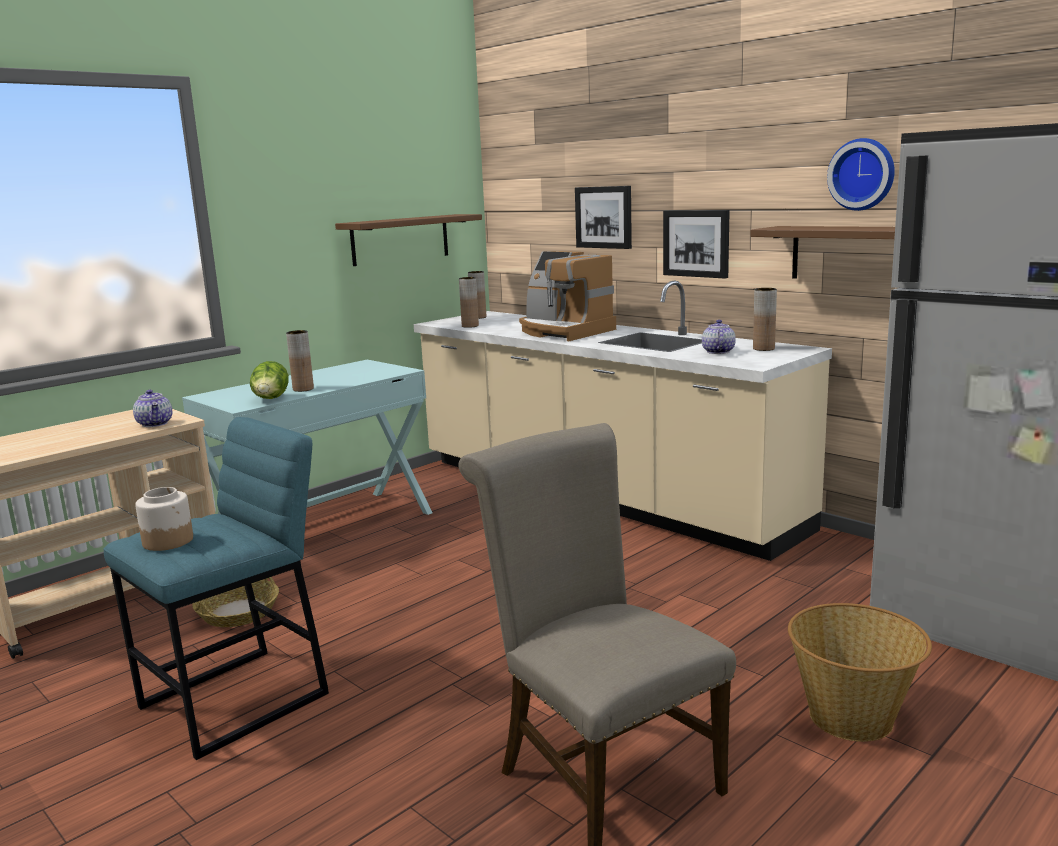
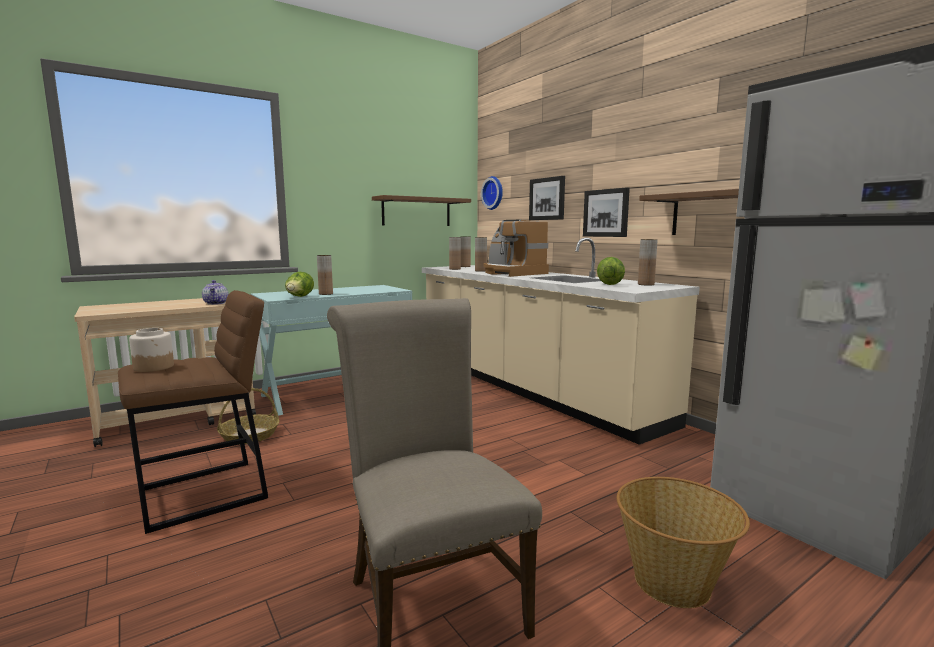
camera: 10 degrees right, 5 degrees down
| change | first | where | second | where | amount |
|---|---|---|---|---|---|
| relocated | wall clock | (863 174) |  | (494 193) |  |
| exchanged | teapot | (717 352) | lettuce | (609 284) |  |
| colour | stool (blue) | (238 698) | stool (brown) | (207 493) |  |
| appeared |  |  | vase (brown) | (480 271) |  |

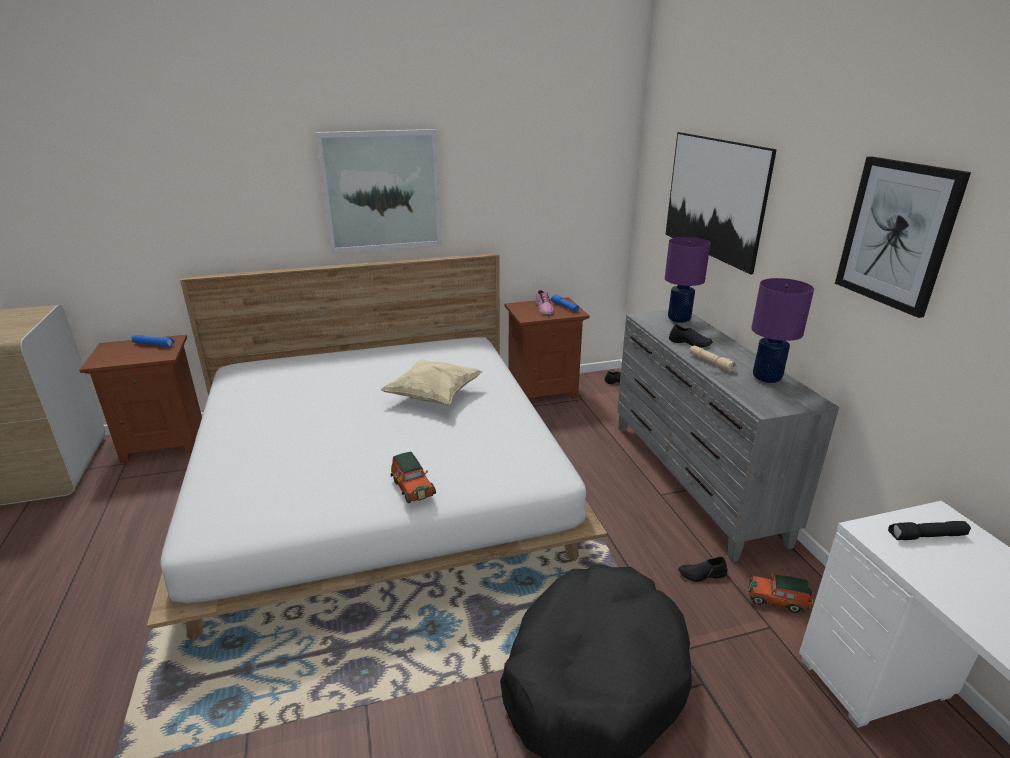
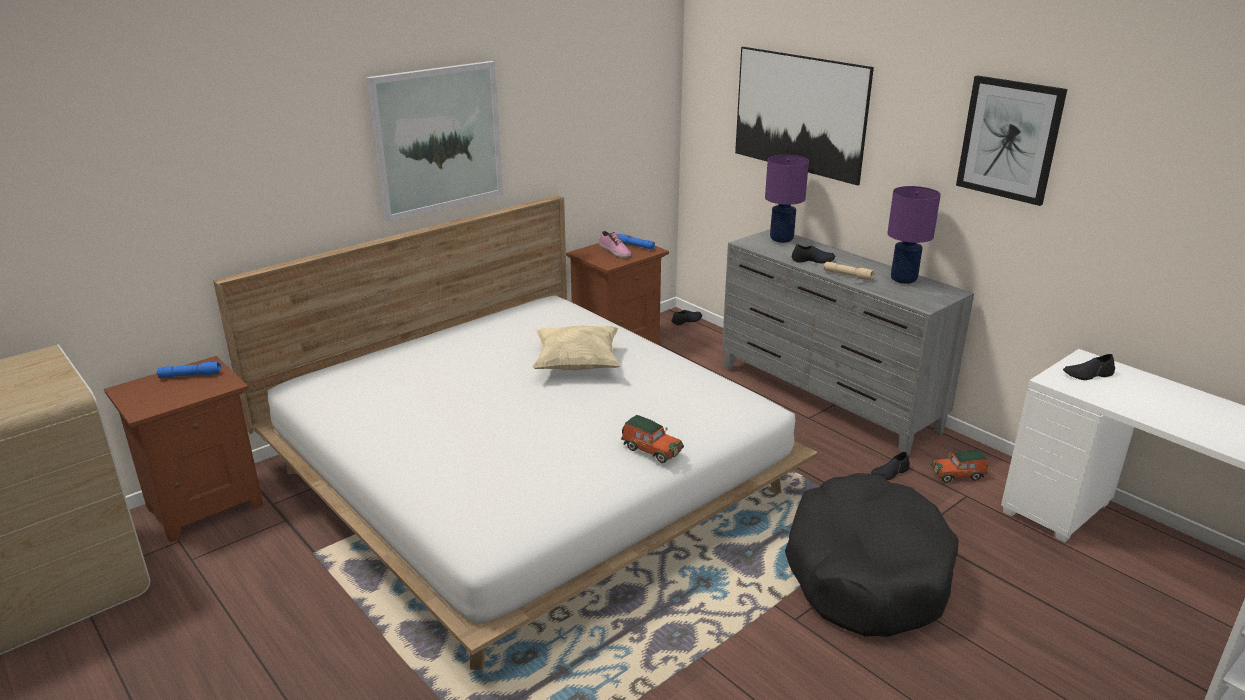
camera: 25 degrees left, 0 degrees up
| change | first | where | second | where | amount |
|---|---|---|---|---|---|
| exchanged | flashlight (black) | (927 537) | shoe (black) | (1088 375) |  |

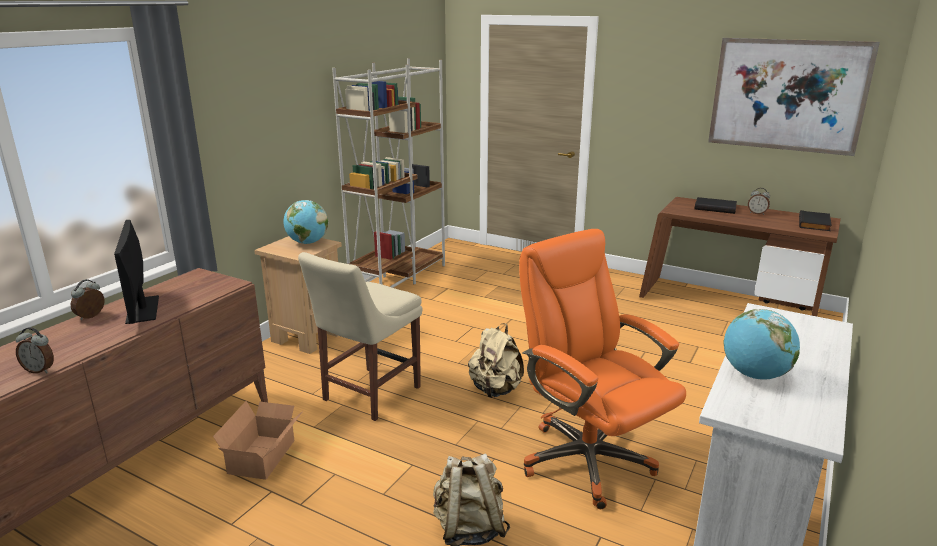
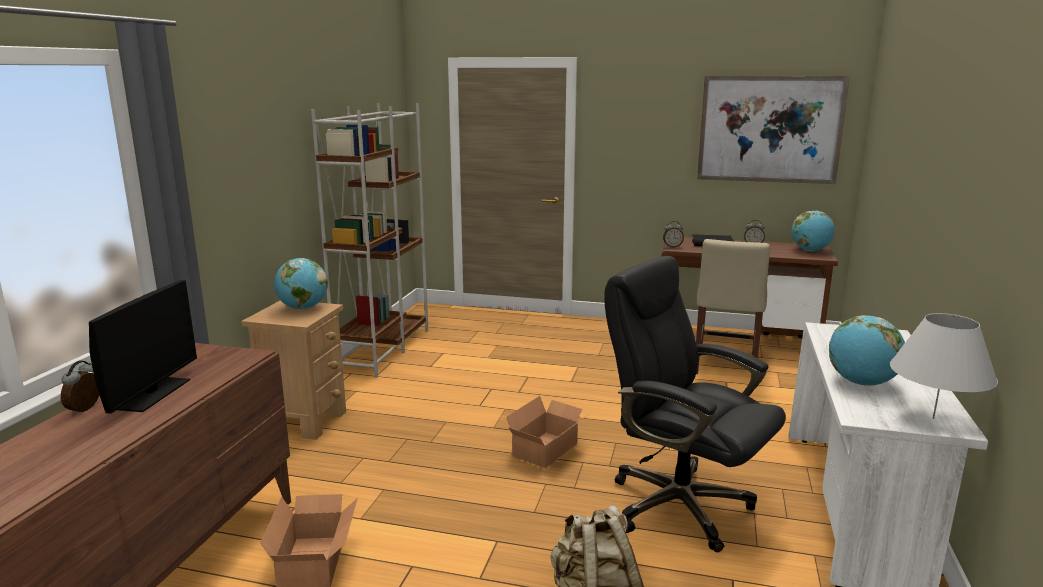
camera: 15 degrees left, 5 degrees down
| change | first | where | second | where | amount |
|---|---|---|---|---|---|
| exchanged | book (black) | (815 224) | globe | (810 250) |  |
| spun | monitor | (142 309) |  | (152 394) | 135 degrees counterclockwise |
| colour | office chair (orange) | (590 463) | office chair (black) | (683 508) |  |
| relocated | chair (beige) | (368 395) |  | (724 367) |  |
| exchanged | backpack (beige) | (495 390) | cardboard box | (548 449) |  |
| relocated | alarm clock | (40 370) |  | (672 247) |  |
| appeared |  |  | table lamp (white) | (933 418) |  |

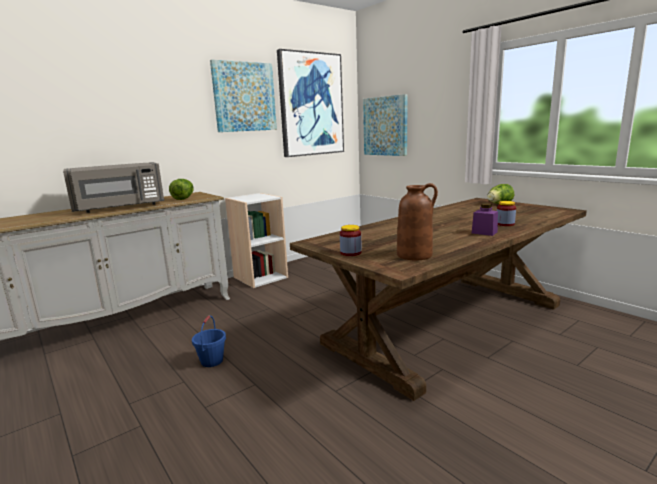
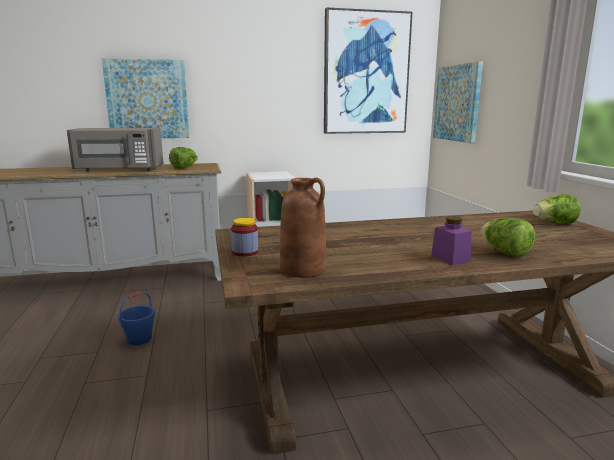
camera: 25 degrees right, 0 degrees up
| change | first | where | second | where | amount |
|---|---|---|---|---|---|
| relocated | picture | (244 97) |  | (147 99) |  |
| exchanged | jar | (505 224) | lettuce | (504 252) |  |

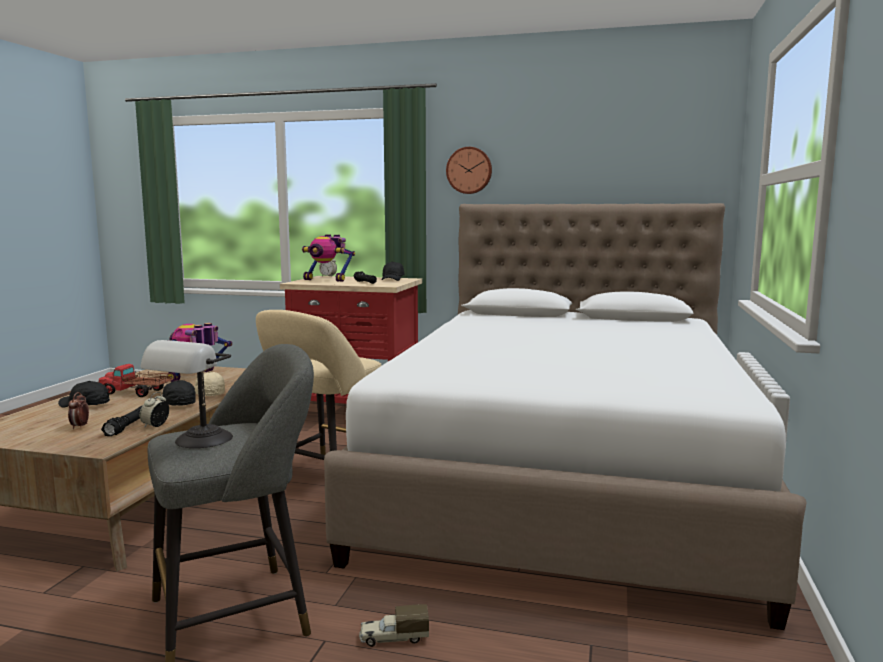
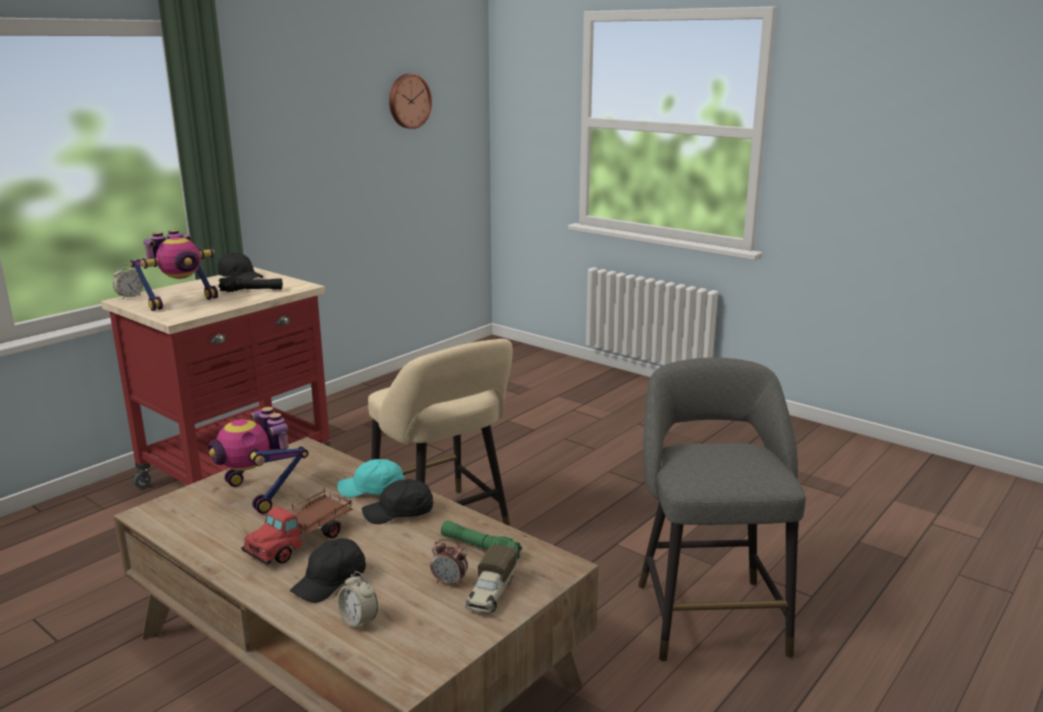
camera: 65 degrees left, 10 degrees up
| change | first | where | second | where | amount |
|---|---|---|---|---|---|
| relocated | wall clock | (469 170) |  | (408 101) |  |
| missing | bed (white) | (566 476) |  |  |  |
| missing | table lamp | (197 443) |  |  |  |
| colour | cap (beige) | (209 393) | cap (turquoise) | (372 490) |  |
| relocated | alarm clock | (155 426) |  | (358 621) |  |
| colour | flashlight (black) | (128 426) | flashlight (green) | (479 548) |  |
| relocated | toy truck | (393 638) |  | (490 594) |  |

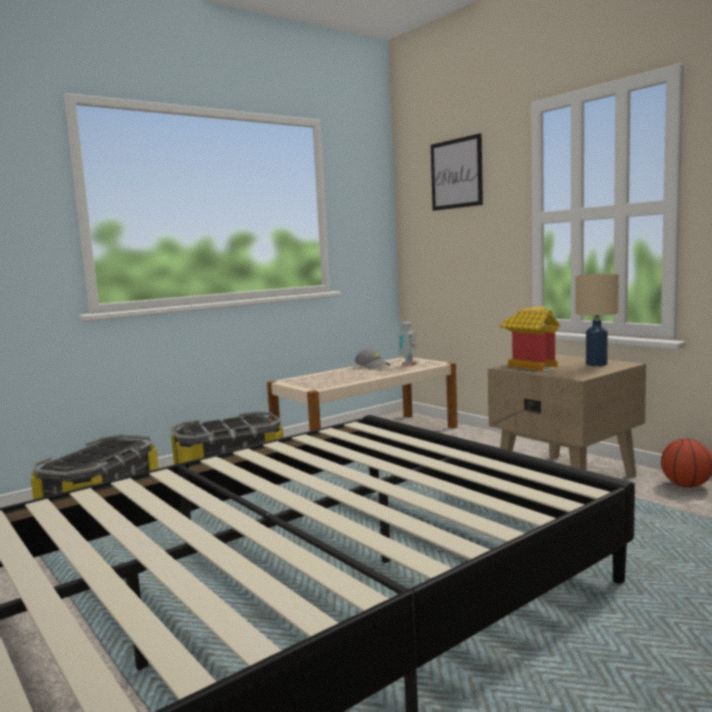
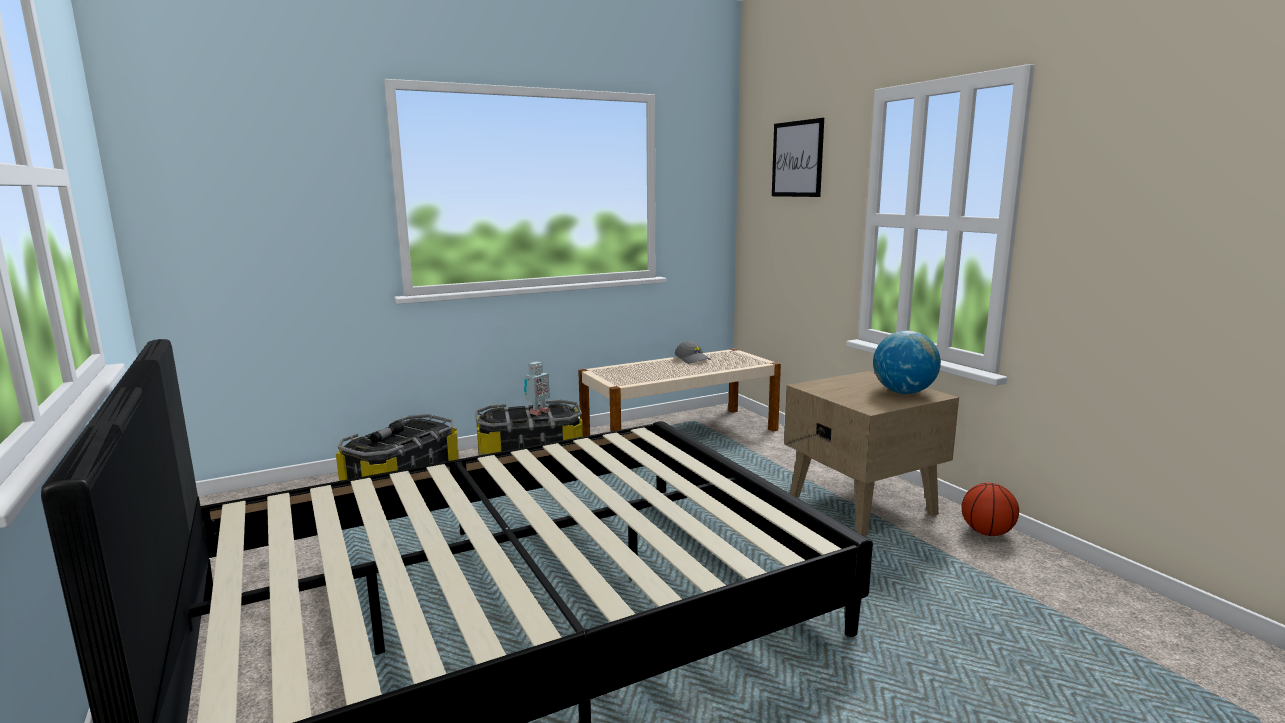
camera: 10 degrees right, 5 degrees up
| change | first | where | second | where | amount |
|---|---|---|---|---|---|
| exchanged | table lamp (beige) | (596 364) | globe | (903 392) |  |
| missing | toy house | (531 365) |  |  |  |
| relocated | toy robot | (407 365) |  | (537 412) |  |
| appeared |  |  | flashlight | (387 438) |  |

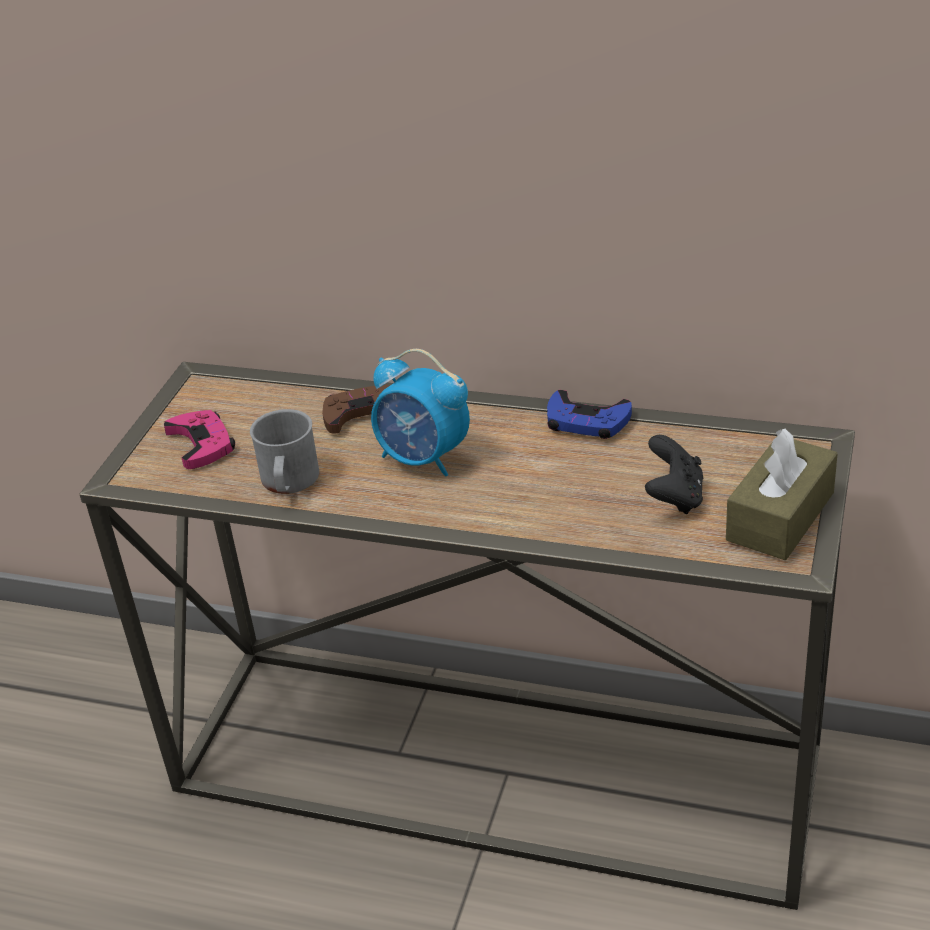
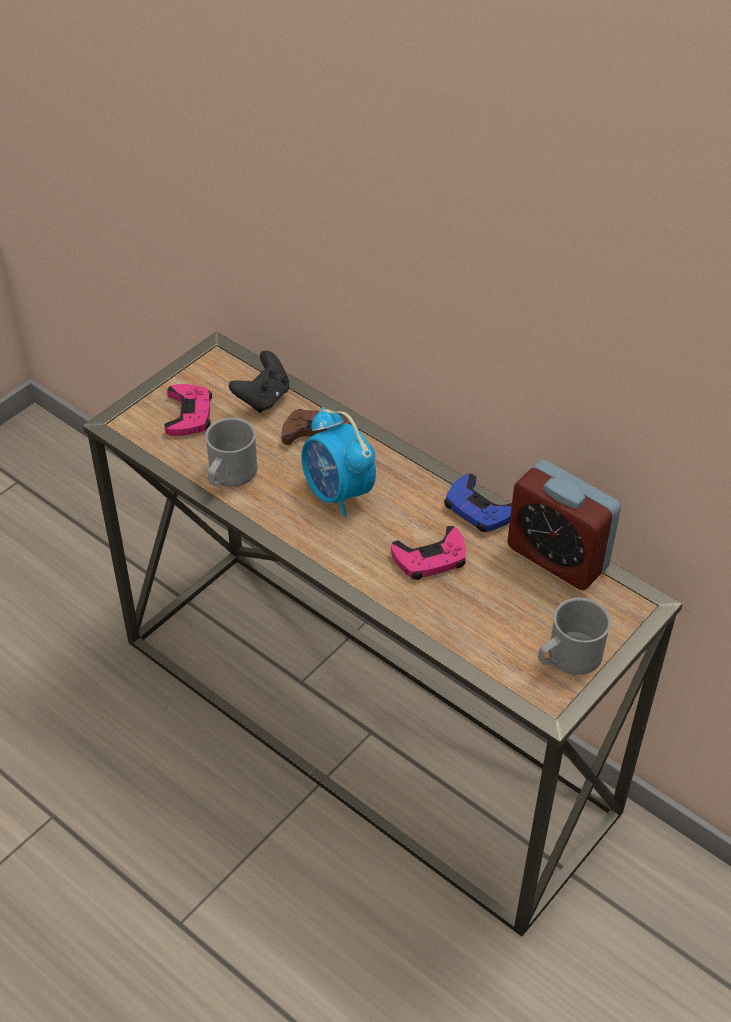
camera: 20 degrees right, 10 degrees up
| change | first | where | second | where | amount |
|---|---|---|---|---|---|
| exchanged | tissue box (brown) | (780 516) | mug (grey) | (567 658) |  |
| relocated | game controller (black) | (674 497) |  | (263 398) |  |
| appeared |  |  | alarm clock | (557 557) |  |
| appeared |  |  | game controller (pink) | (430 558) |  |

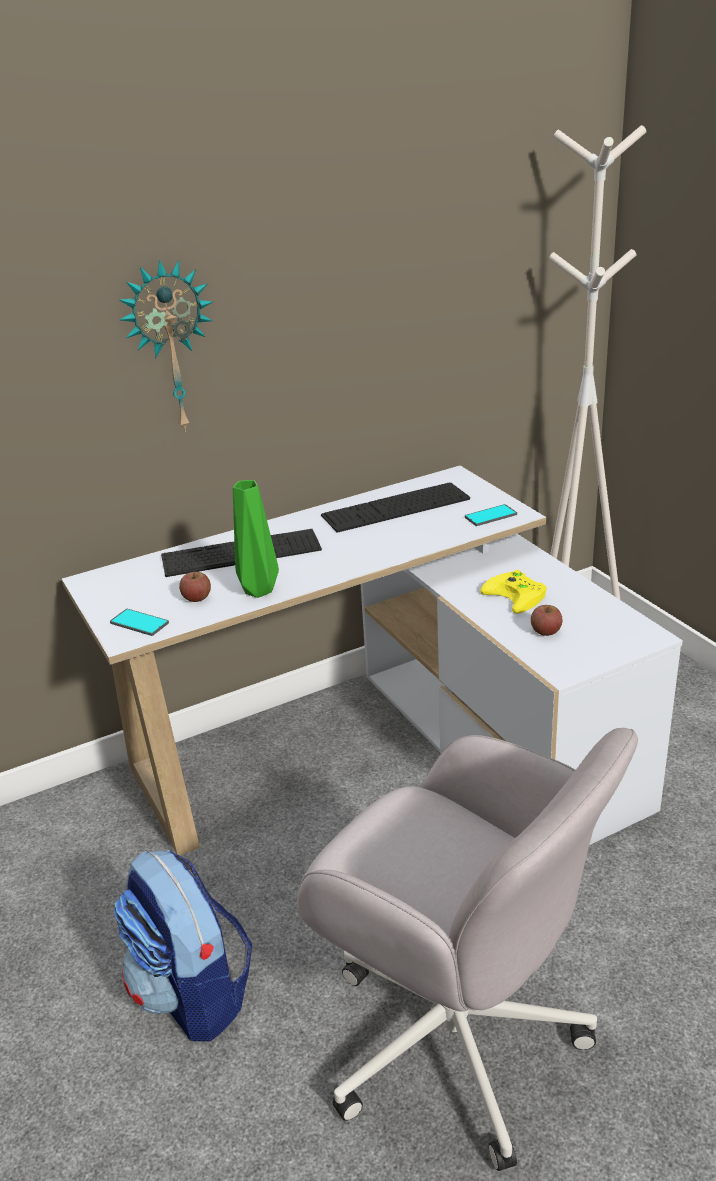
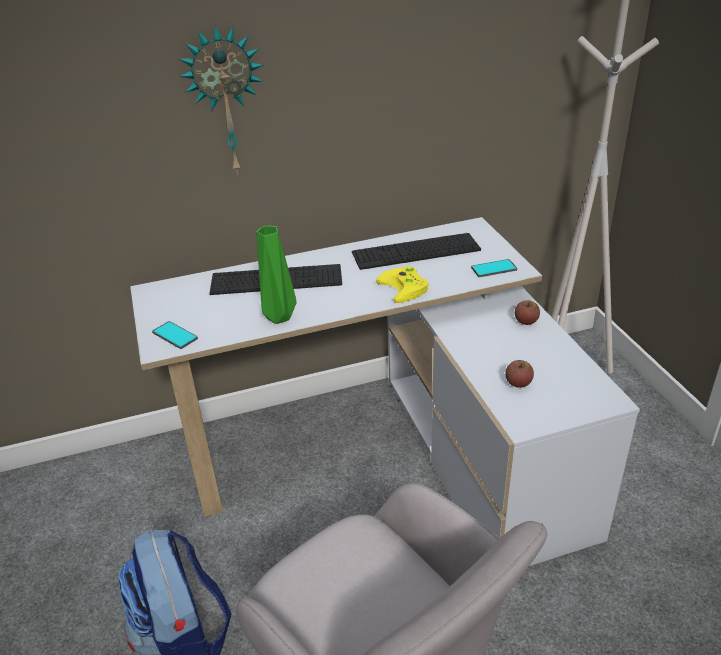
camera: 10 degrees right, 5 degrees up
| change | first | where | second | where | amount |
|---|---|---|---|---|---|
| relocated | game controller (yellow) | (518 595) |  | (406 288) |  |
| relocated | apple | (197 598) |  | (526 321) |  |

